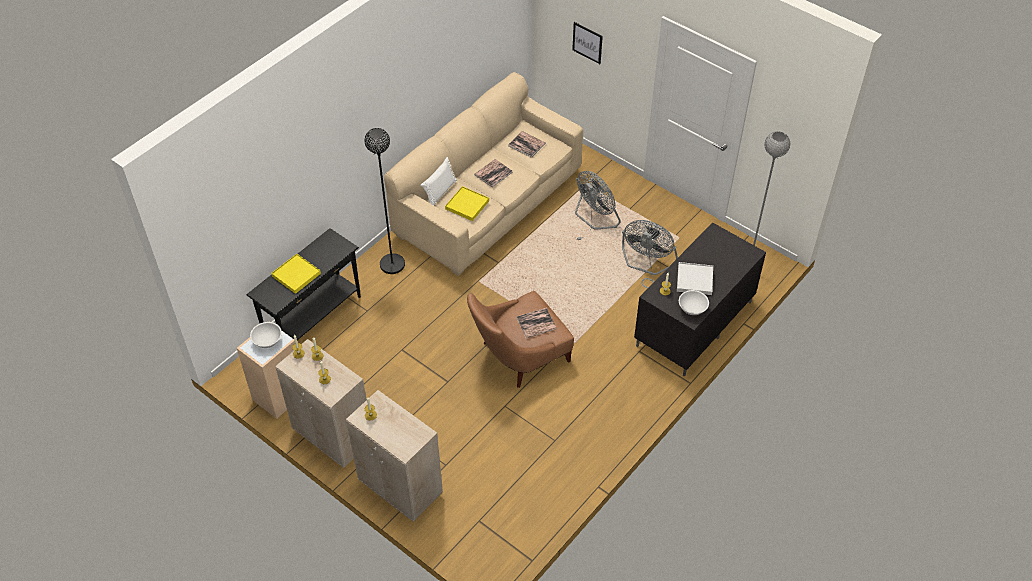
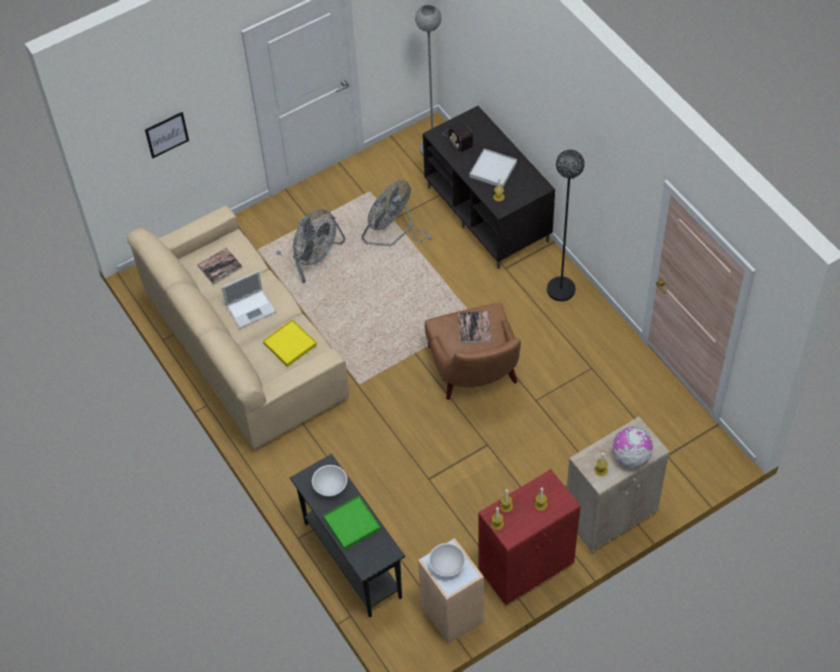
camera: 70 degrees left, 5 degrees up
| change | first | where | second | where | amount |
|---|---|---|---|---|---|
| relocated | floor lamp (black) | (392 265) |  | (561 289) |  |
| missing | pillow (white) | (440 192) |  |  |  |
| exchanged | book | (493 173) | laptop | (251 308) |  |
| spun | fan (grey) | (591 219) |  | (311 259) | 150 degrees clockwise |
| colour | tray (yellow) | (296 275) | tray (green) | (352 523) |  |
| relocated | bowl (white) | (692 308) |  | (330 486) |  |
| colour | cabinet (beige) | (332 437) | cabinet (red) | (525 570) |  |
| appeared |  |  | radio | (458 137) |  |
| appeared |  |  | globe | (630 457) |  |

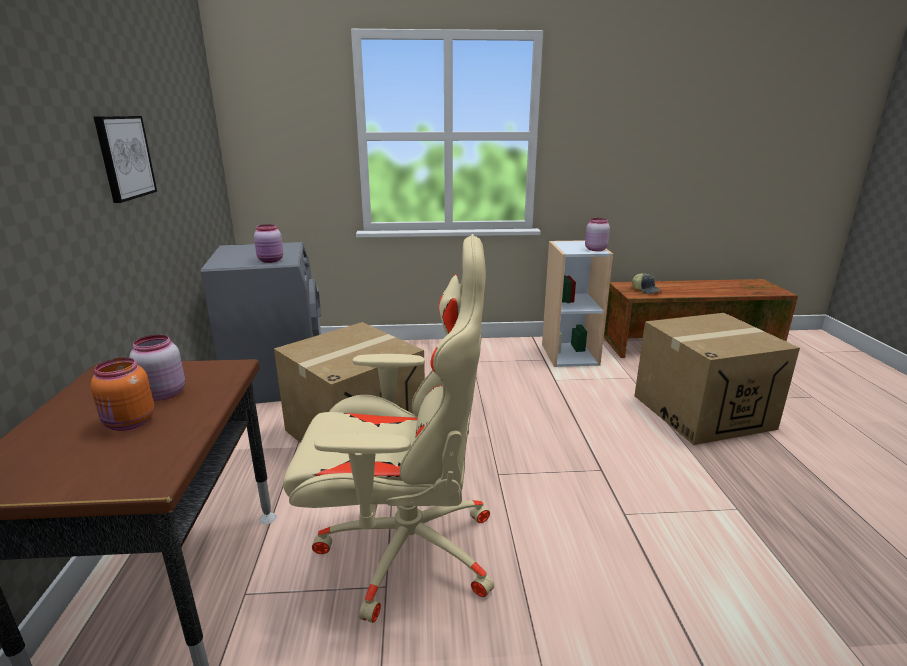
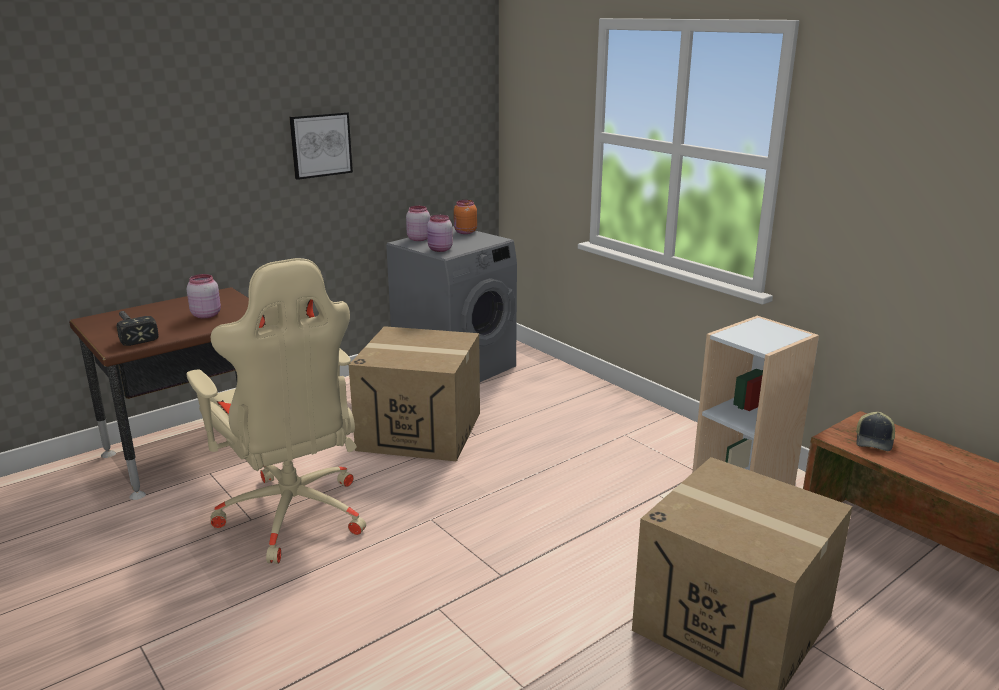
camera: 55 degrees right, 0 degrees up
| change | first | where | second | where | amount |
|---|---|---|---|---|---|
| relocated | jar (pink) | (595 249) |  | (418 239) |  |
| relocated | jar (orange) | (129 423) |  | (465 232) |  |
| appeared |  |  | hammer | (132 332) |  |

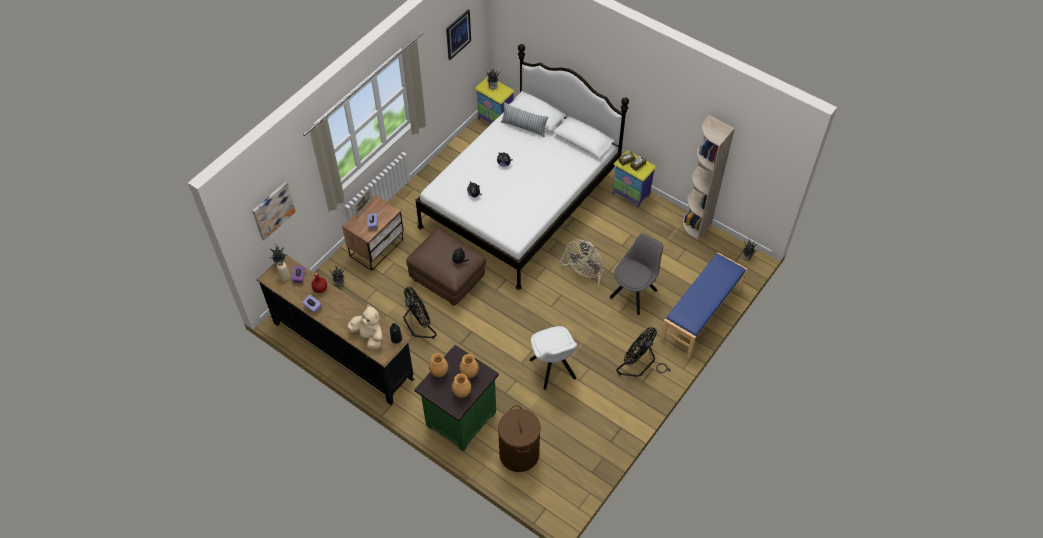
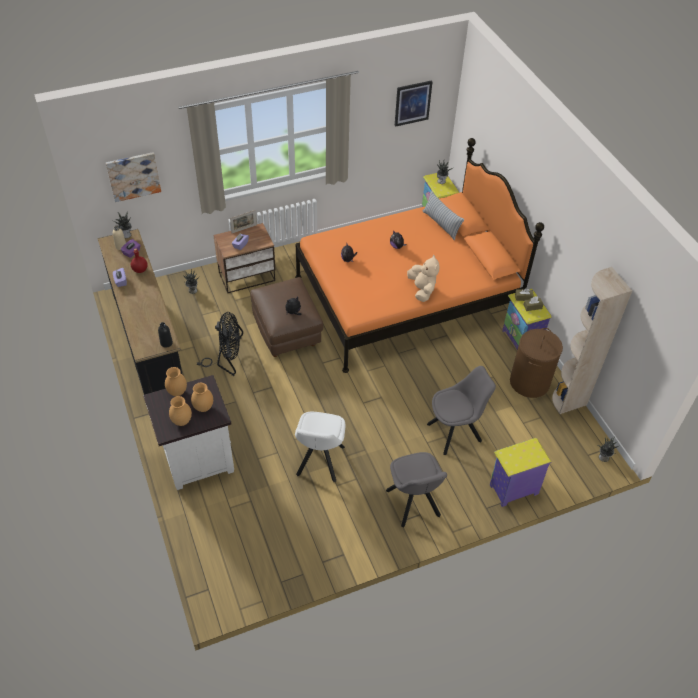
camera: 30 degrees right, 5 degrees down
| change | first | where | second | where | amount |
|---|---|---|---|---|---|
| colour | bed (white) | (520 202) | bed (orange) | (405 298) |  |
| missing | fan (beige) | (584 271) |  |  |  |
| exchanged | bench (blue) | (701 315) | nightstand | (511 489) |  |
| relocated | plush toy (beige) | (369 336) |  | (422 290) |  |
| exchanged | fan (black) | (642 363) | chair (grey) | (413 503) |  |
| colour | cabinet (green) | (459 421) | cabinet (white) | (196 461) |  |
| relocated | laundry basket (brown) | (519 454) |  | (529 382) |  |

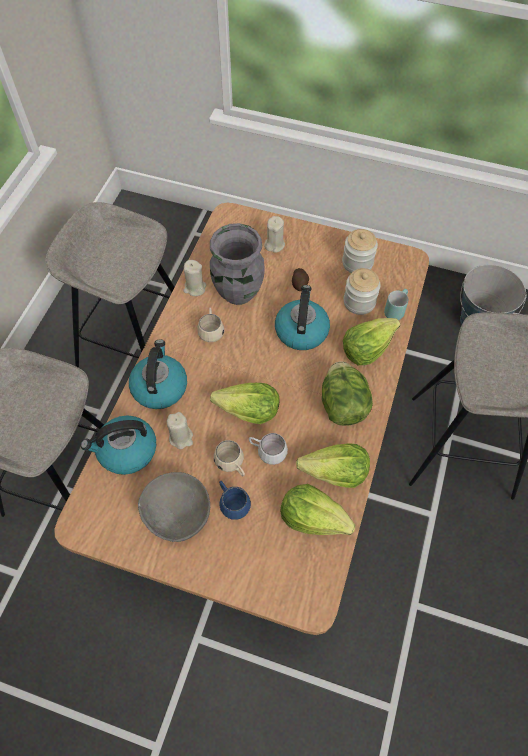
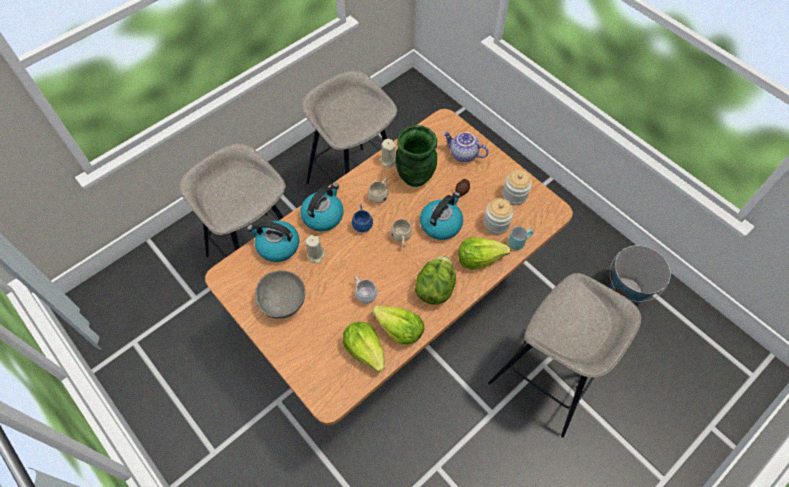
camera: 30 degrees right, 0 degrees up
| change | first | where | second | where | amount |
|---|---|---|---|---|---|
| exchanged | candle (beige) | (274 244) | teapot | (463 154) |  |
| colour | vase (grey) | (237 292) | vase (green) | (414 177) |  |
| missing | lettuce | (248 411) |  |  |  |
| relocated | mug (beige) | (232 465) |  | (402 239) |  |
| relocated | mug (blue) | (232 503) |  | (362 223) |  |

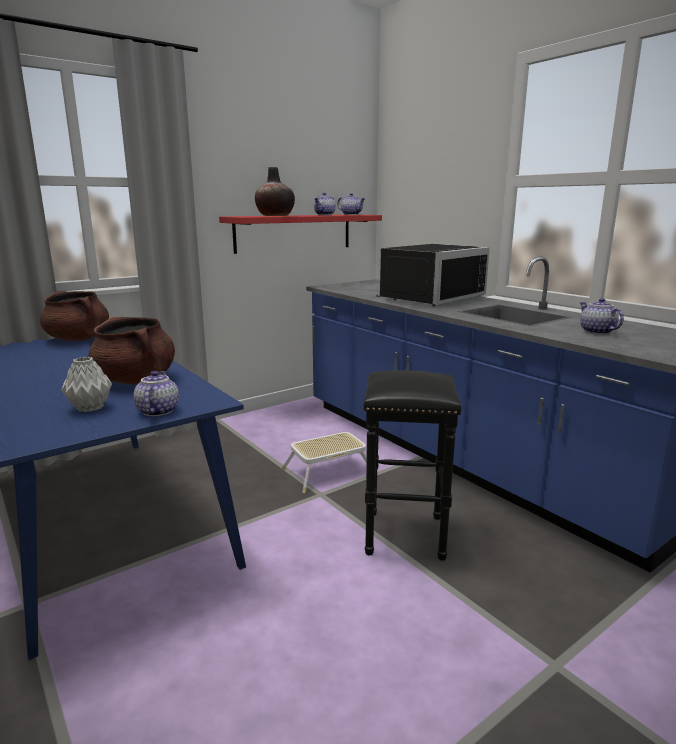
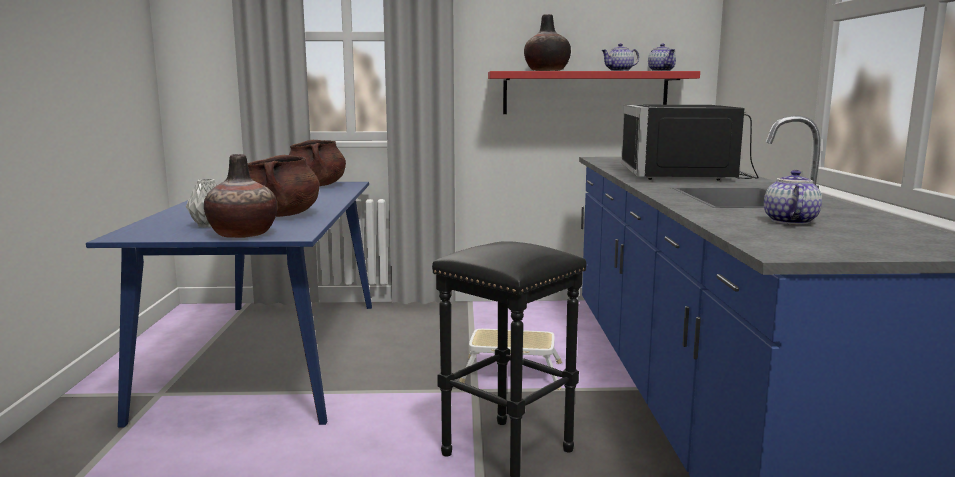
camera: 35 degrees right, 5 degrees down
| change | first | where | second | where | amount |
|---|---|---|---|---|---|
| spun | microwave (black) | (427 297) |  | (685 174) | 105 degrees clockwise |
| exchanged | teapot | (157 411) | vase | (242 234) |  |

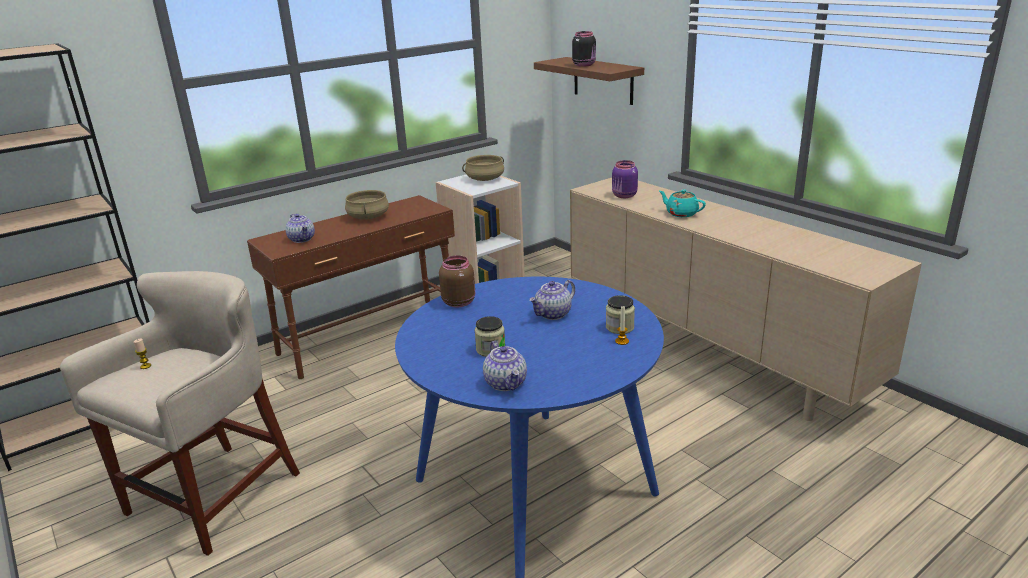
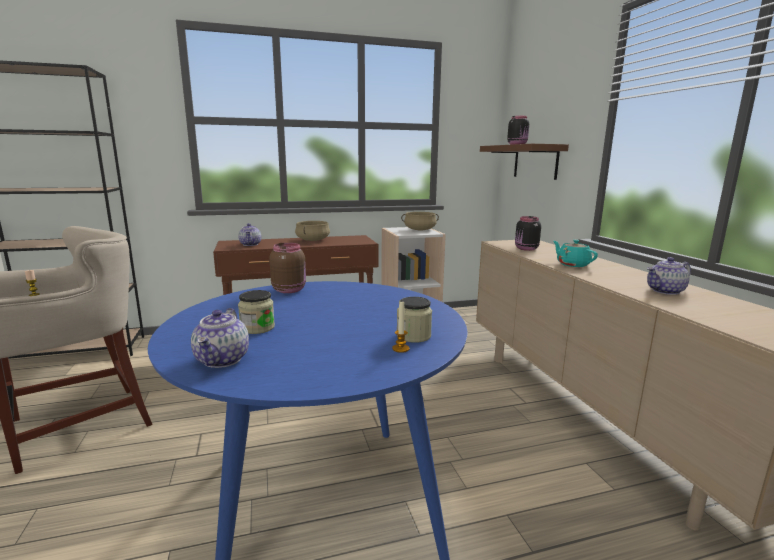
camera: 20 degrees right, 10 degrees down
| change | first | where | second | where | amount |
|---|---|---|---|---|---|
| colour | jar (purple) | (624 196) | jar (black) | (526 249) |  |
| relocated | teapot | (553 314) |  | (665 291) |  |

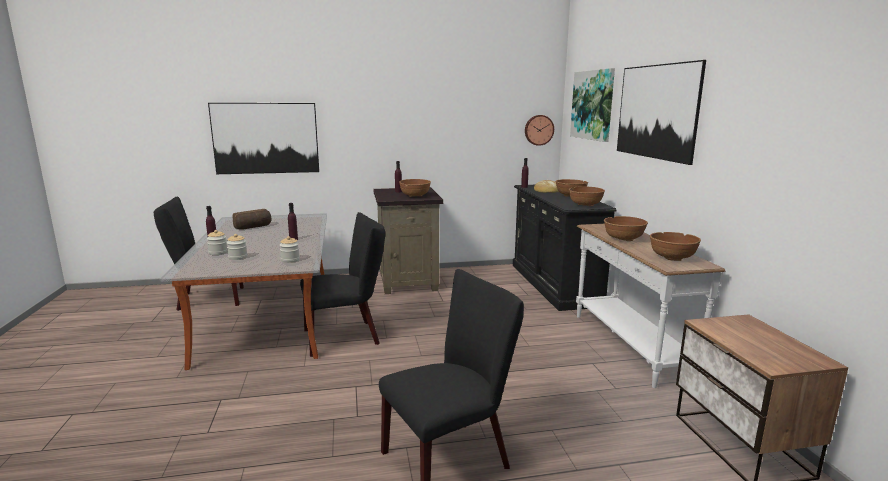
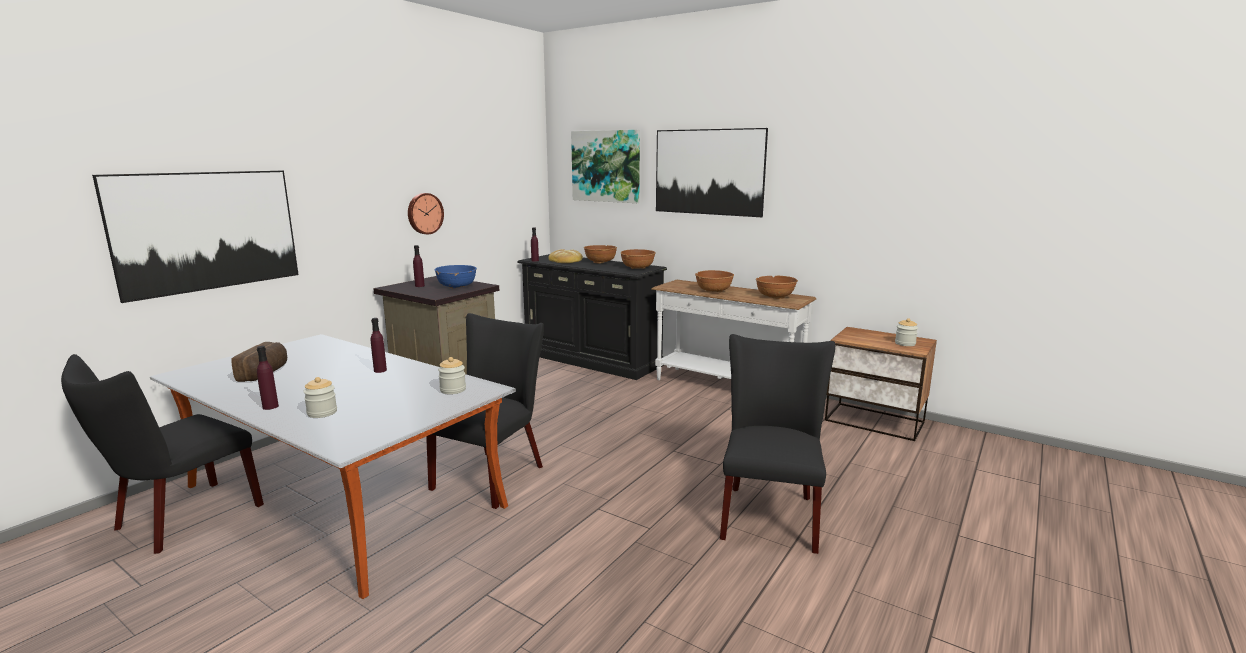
camera: 45 degrees left, 0 degrees up
| change | first | where | second | where | amount |
|---|---|---|---|---|---|
| relocated | wall clock | (538 130) |  | (424 213) |  |
| colour | bowl (brown) | (415 196) | bowl (blue) | (457 287) |  |
| relocated | jar | (238 257) |  | (905 343) |  |

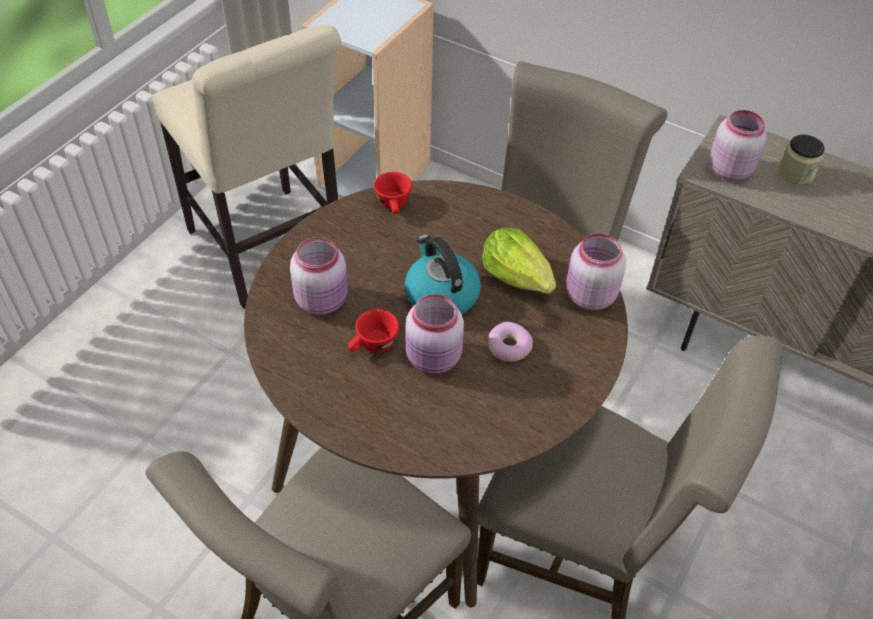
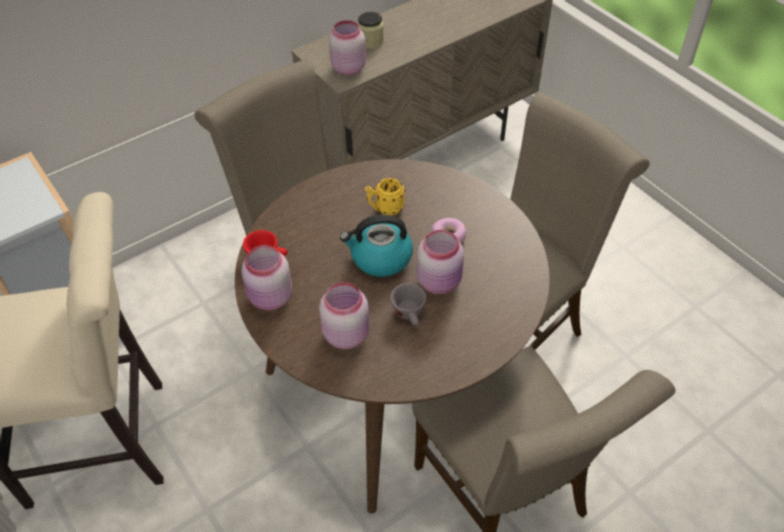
camera: 65 degrees left, 0 degrees up
| change | first | where | second | where | amount |
|---|---|---|---|---|---|
| exchanged | lettuce | (517 276) | mug (yellow) | (385 209) |  |
| relocated | jar (pink) | (588 296) |  | (270 298) |  |
| colour | cup (red) | (373 346) | cup (grey) | (410 314) |  |

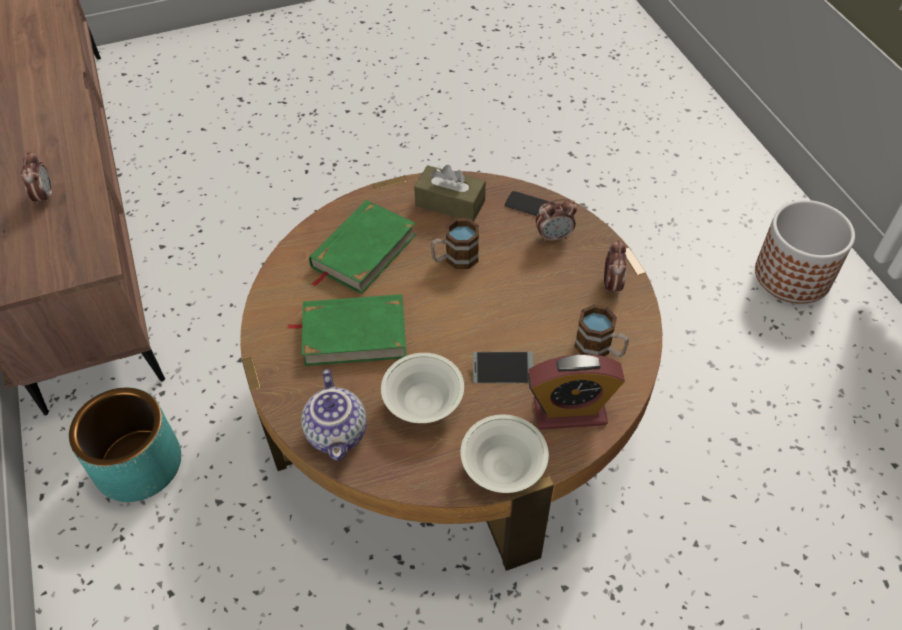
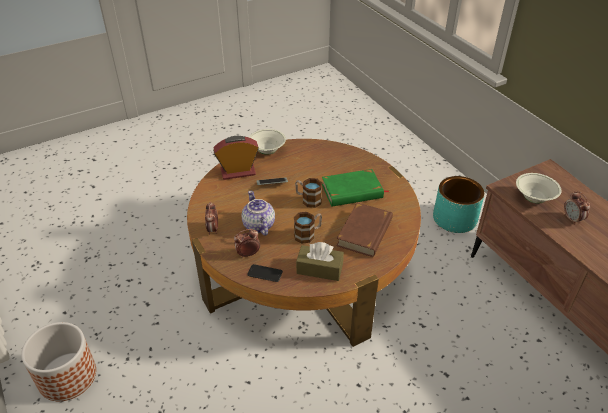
camera: 170 degrees right, 10 degrees down
| change | first | where | second | where | amount |
|---|---|---|---|---|---|
| colour | book (green) | (363 251) | book (brown) | (365 232) |  |
| relocated | mug | (600 348) |  | (308 199) |  |
| relocated | bowl (white) | (423 404) |  | (534 199) |  |
| relocated | teapot | (338 433) |  | (258 225) |  |

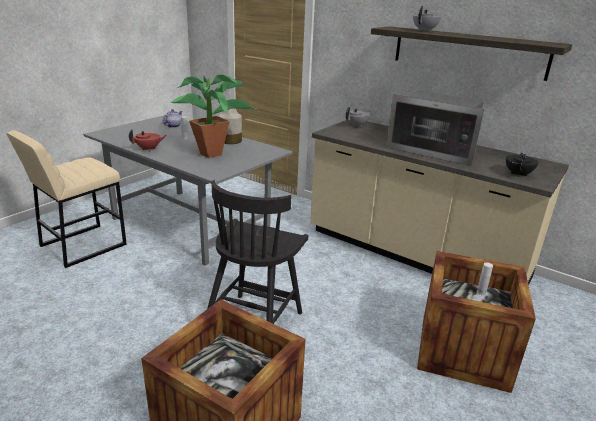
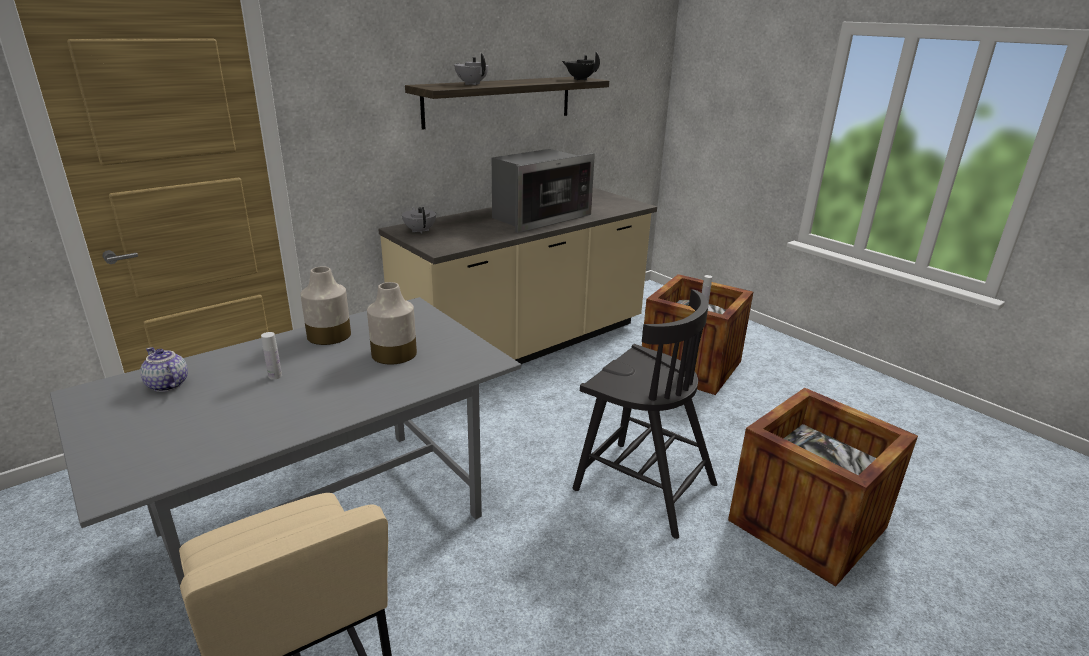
camera: 75 degrees left, 0 degrees up
| change | first | where | second | where | amount |
|---|---|---|---|---|---|
| exchanged | potted plant | (215 154) | vase (beige) | (394 353) |  |
| missing | teapot (red) | (149 149) |  |  |  |
| relocated | teapot (black) | (518 174) |  | (580 79) |  |

